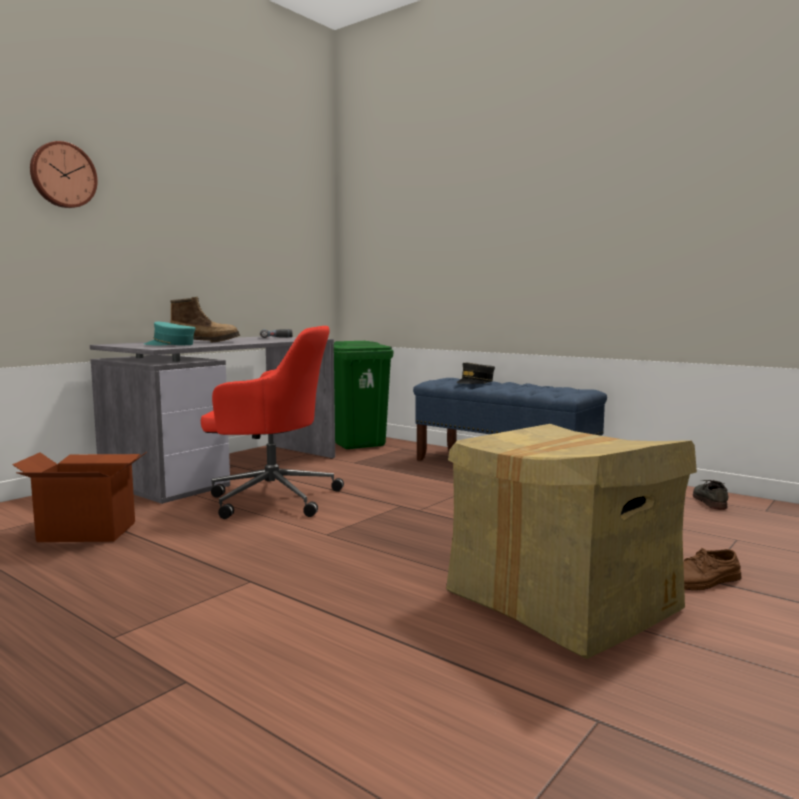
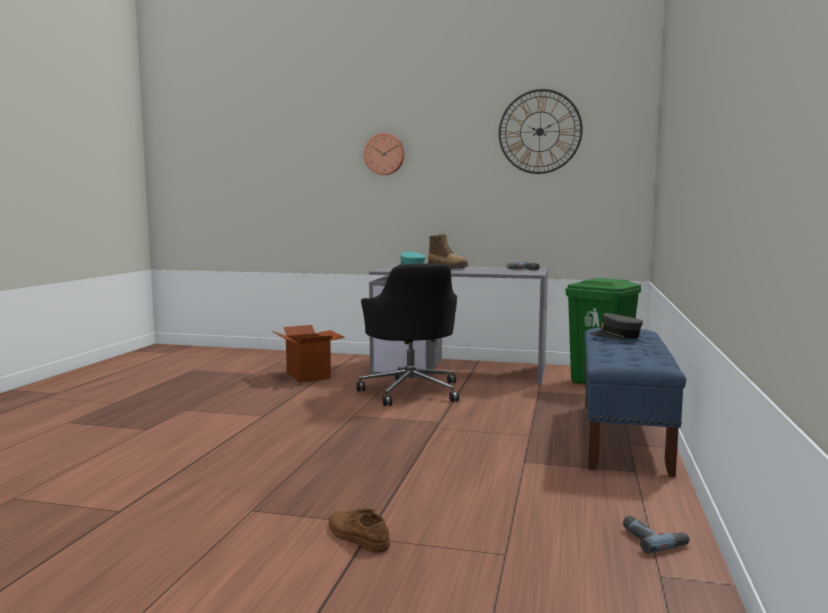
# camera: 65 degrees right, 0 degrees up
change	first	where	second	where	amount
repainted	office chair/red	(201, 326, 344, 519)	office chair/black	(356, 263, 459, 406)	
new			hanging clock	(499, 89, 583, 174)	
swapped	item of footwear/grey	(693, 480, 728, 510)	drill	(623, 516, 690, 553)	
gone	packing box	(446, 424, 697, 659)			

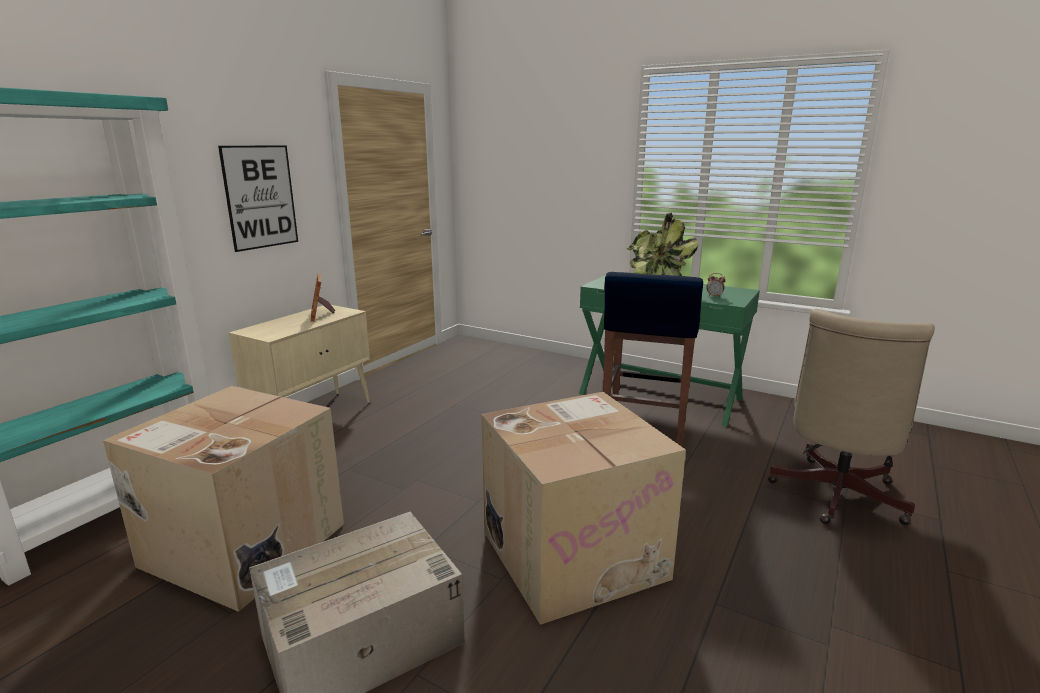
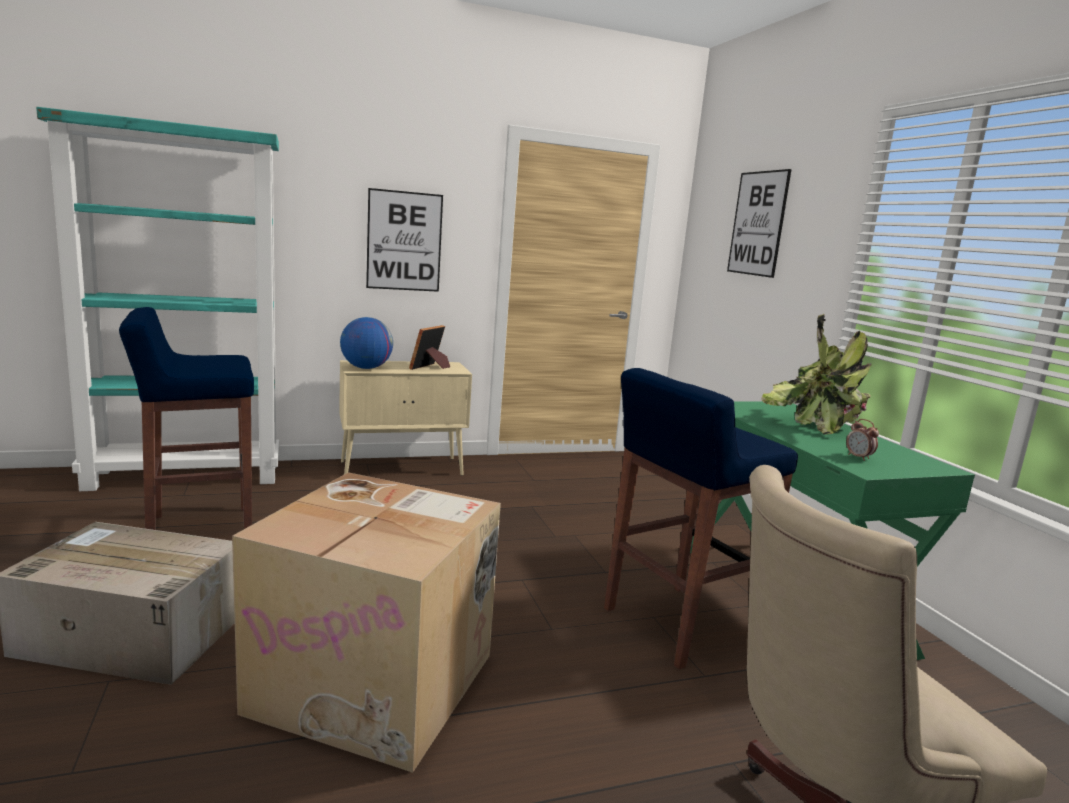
# camera: 40 degrees right, 5 degrees down
change	first	where	second	where	amount
swapped	packing box	(103, 386, 344, 612)	sitting stool/bluish	(119, 307, 254, 530)	
new			globe	(340, 317, 393, 369)	
new			picture	(727, 169, 792, 278)	

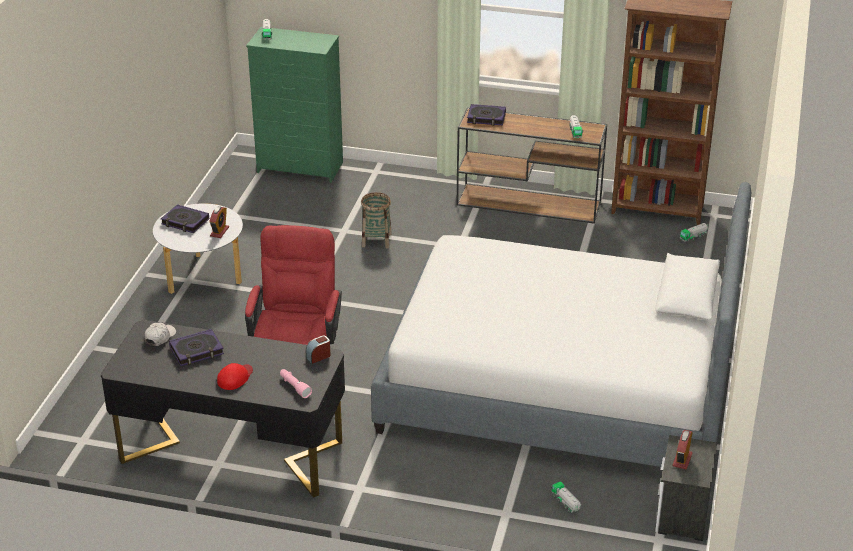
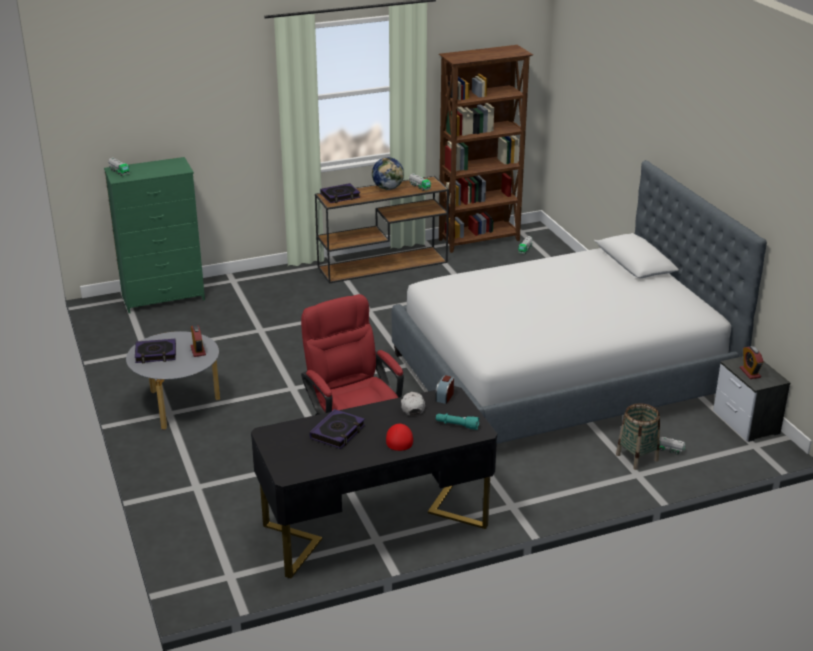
# camera: 35 degrees left, 5 degrees down
change	first	where	second	where	amount
new			globe	(372, 157, 404, 190)	
shifted	cap/white	(145, 323, 176, 346)		(401, 392, 425, 415)	
repainted	torch/pink	(280, 369, 312, 398)	torch/turquoise-coloured	(436, 413, 479, 430)	
shifted	storage basket	(361, 192, 392, 249)		(616, 403, 660, 470)	

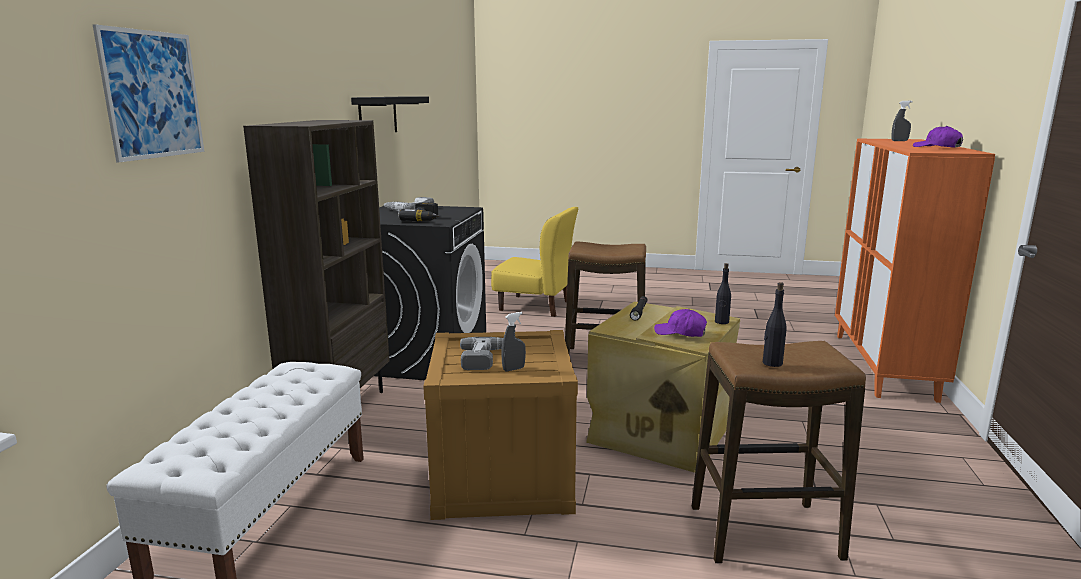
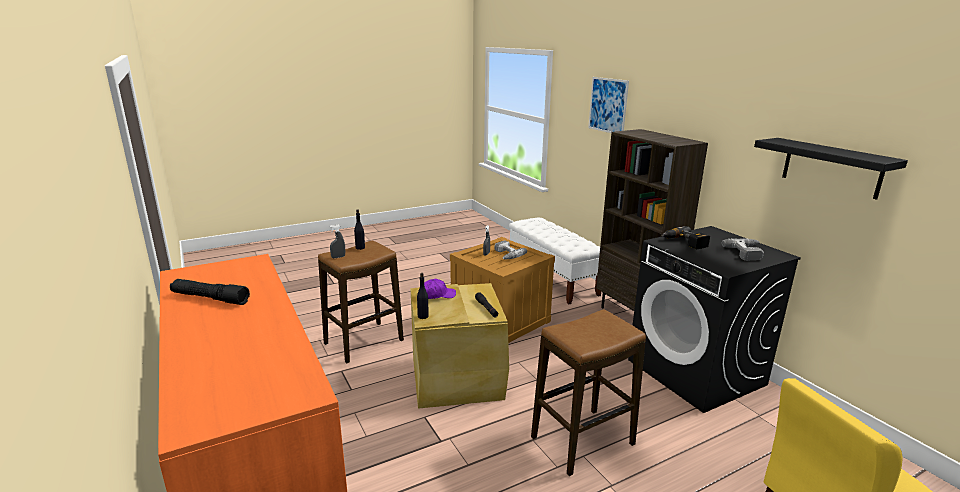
# camera: 140 degrees right, 5 degrees up
change	first	where	second	where	amount
swapped	cap/purple	(913, 126, 963, 147)	torch/black	(170, 279, 250, 305)	
shifted	sprayer/grey	(891, 101, 913, 141)		(330, 225, 345, 258)	

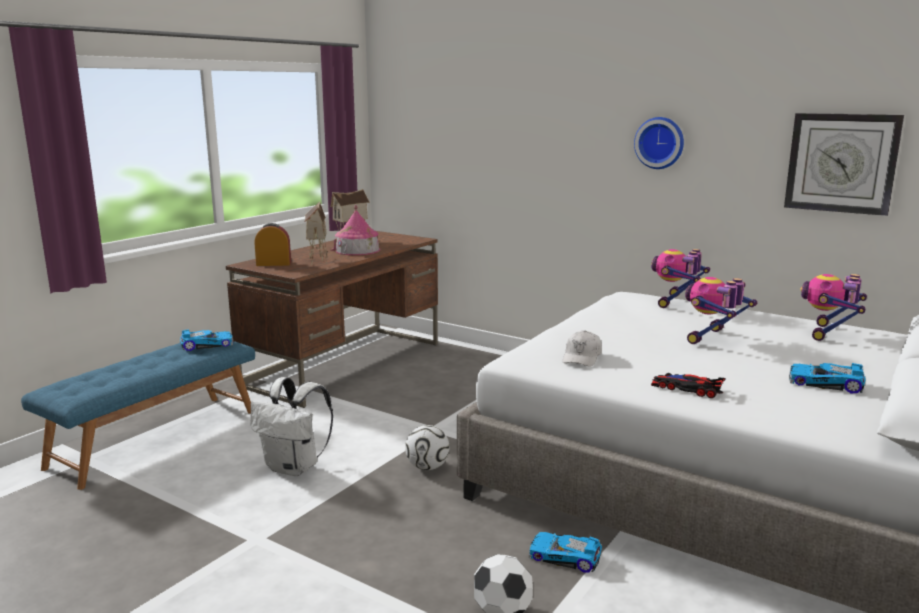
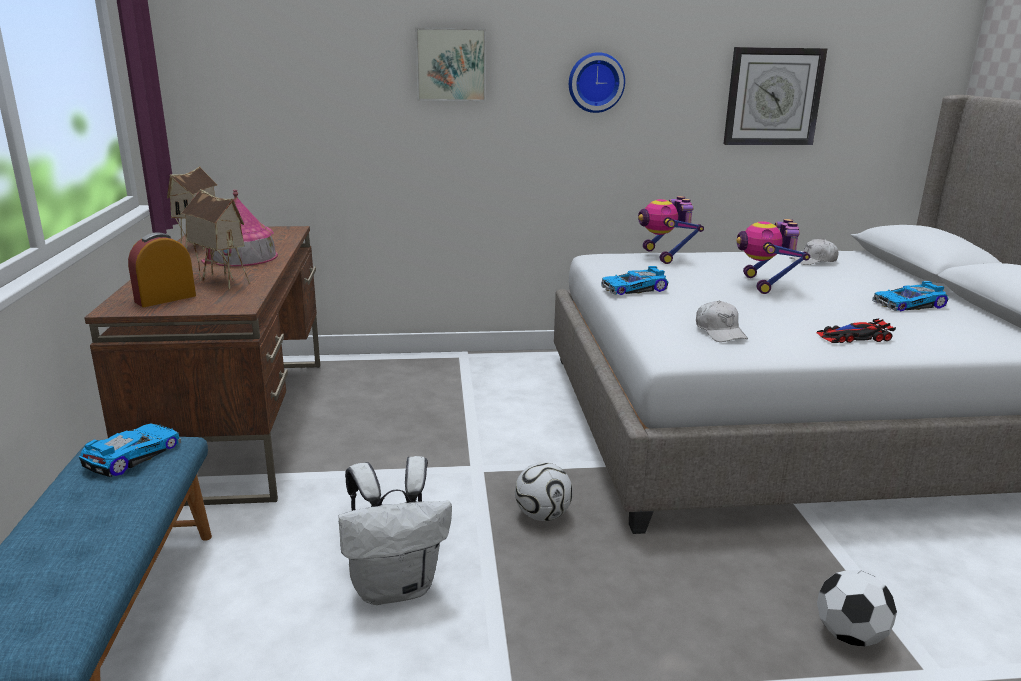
# camera: 40 degrees left, 5 degrees up
change	first	where	second	where	amount
new			picture	(415, 27, 486, 101)	
shifted	toy car	(529, 532, 602, 572)		(601, 266, 668, 295)	
swapped	toy robot	(800, 274, 867, 341)	cap/white	(790, 239, 839, 265)	

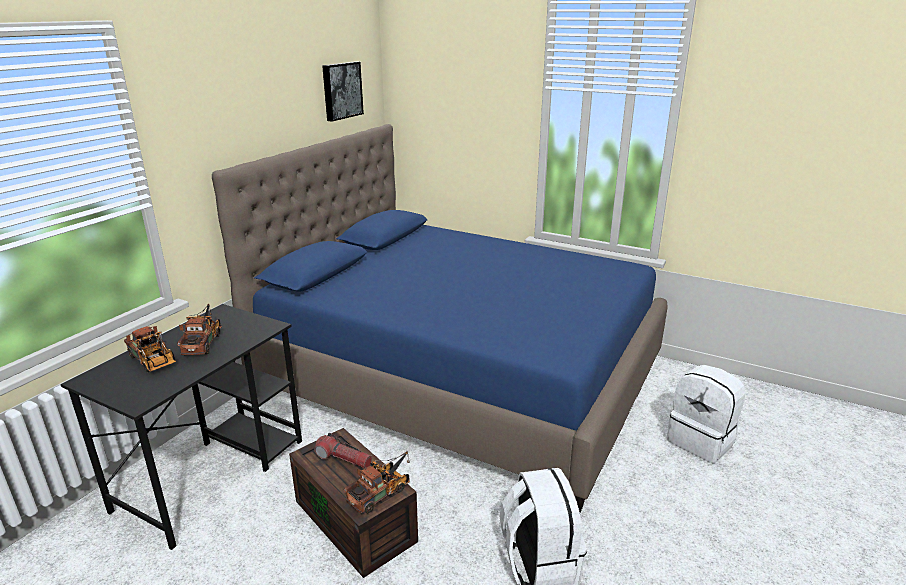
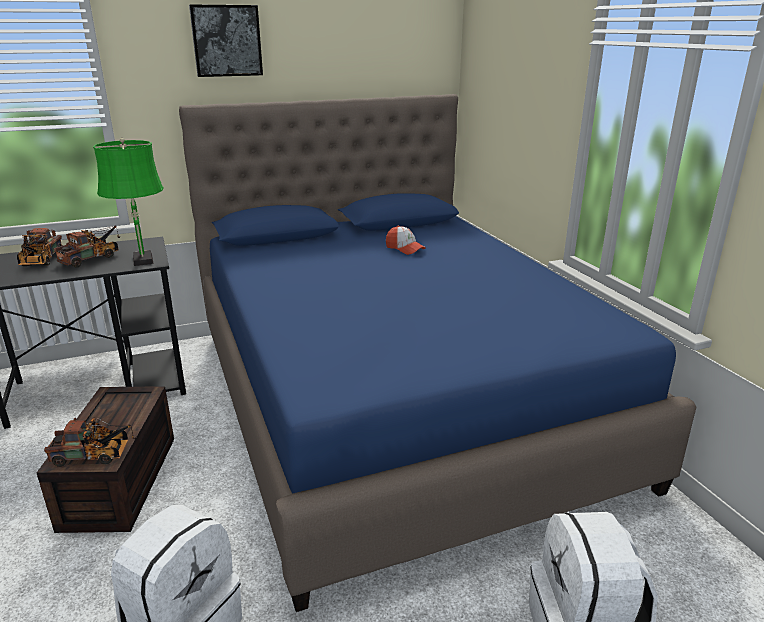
# camera: 40 degrees right, 0 degrees up
change	first	where	second	where	amount
new			tabletop lamp/greenish	(93, 138, 164, 266)	
shifted	picture	(322, 61, 364, 121)		(189, 4, 263, 77)	
new			cap	(386, 226, 426, 255)	
gone	torch	(314, 433, 372, 469)			

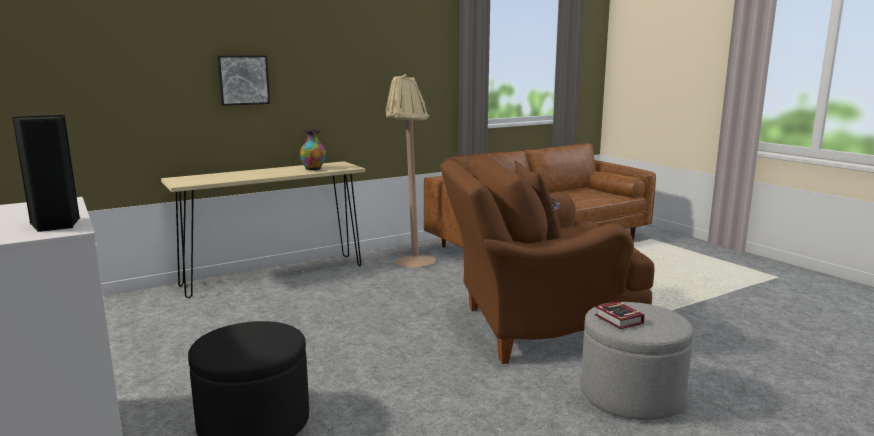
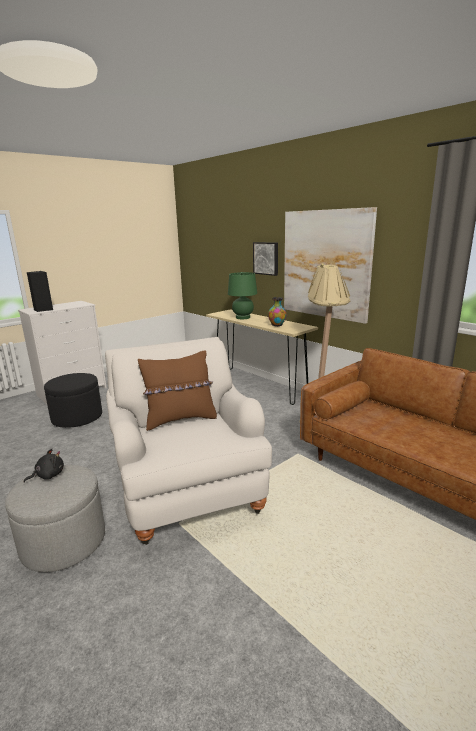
# camera: 80 degrees right, 5 degrees up
change	first	where	second	where	amount
swapped	bound book	(595, 301, 645, 329)	plush toy/black	(23, 449, 64, 483)	
repainted	easy chair/brownish	(440, 155, 654, 364)	easy chair/white	(105, 337, 272, 545)	
new			tabletop lamp/greenish	(228, 272, 257, 319)	
new			picture	(284, 207, 377, 324)	

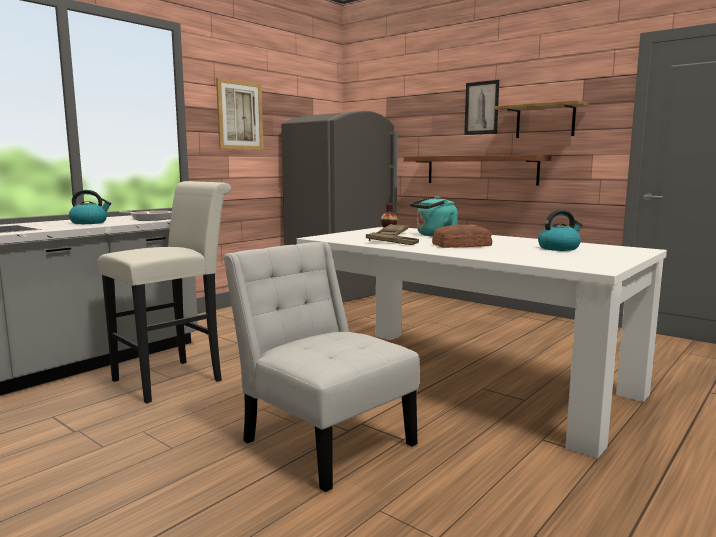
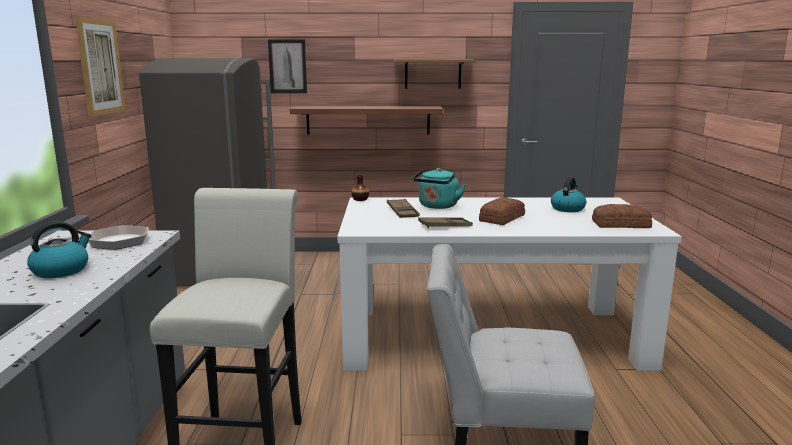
# camera: 40 degrees left, 5 degrees up
change	first	where	second	where	amount
shifted	picture	(464, 80, 499, 135)		(268, 39, 307, 93)	
new			baked bread	(592, 204, 652, 228)	

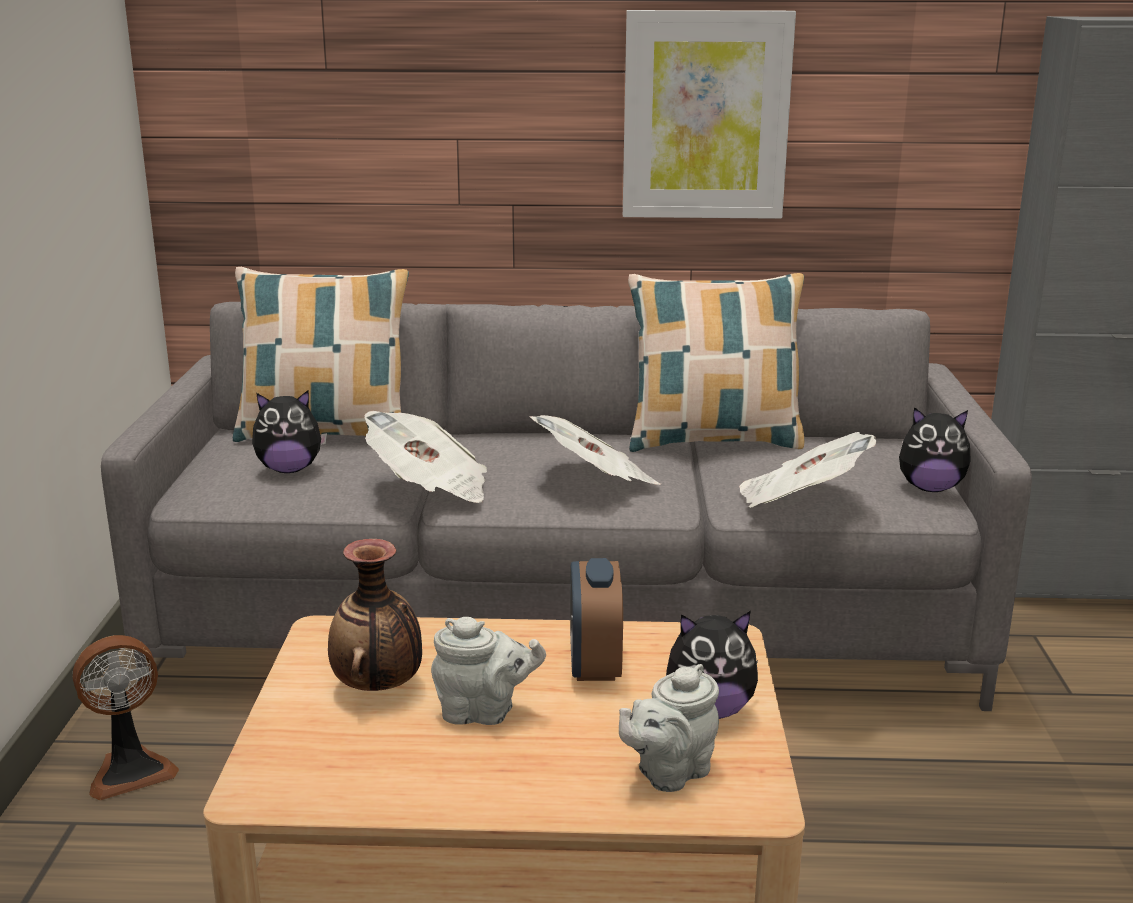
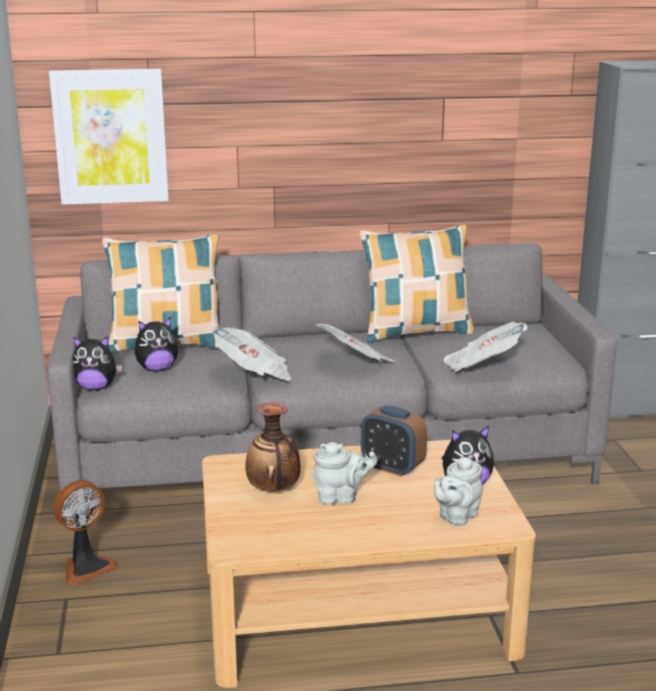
# camera: 10 degrees left, 0 degrees up
change	first	where	second	where	amount
shifted	picture	(623, 10, 796, 219)		(49, 68, 169, 205)	
shifted	plush toy	(899, 407, 970, 492)		(73, 337, 122, 391)	
rotated	bedside clock	(570, 558, 623, 681)		(361, 405, 427, 477)	45 degrees counterclockwise

